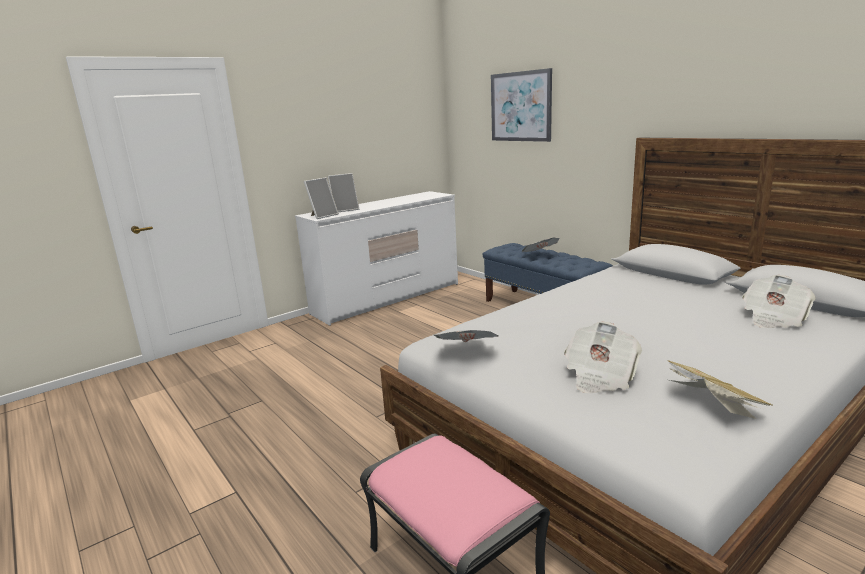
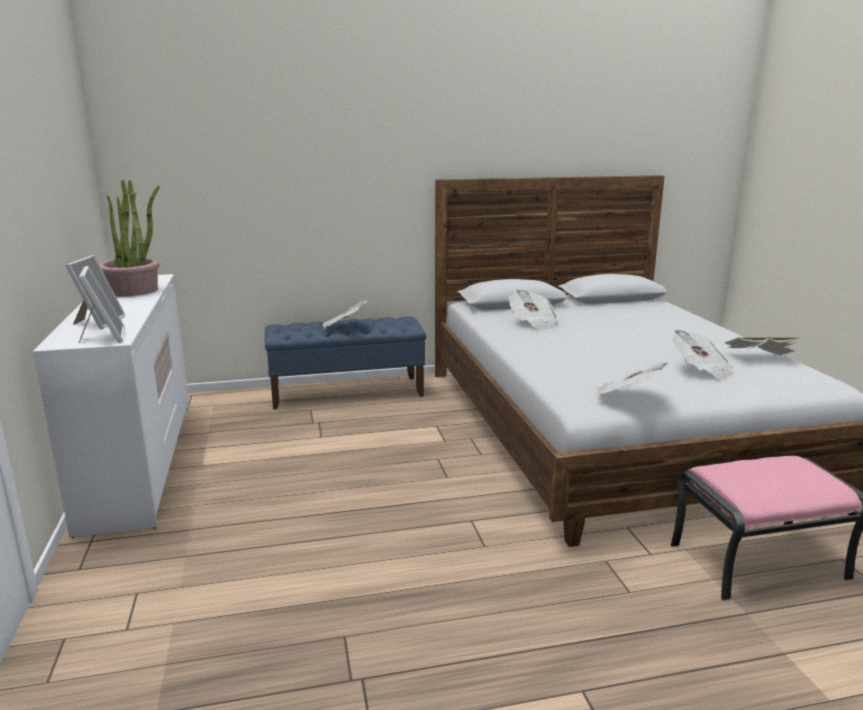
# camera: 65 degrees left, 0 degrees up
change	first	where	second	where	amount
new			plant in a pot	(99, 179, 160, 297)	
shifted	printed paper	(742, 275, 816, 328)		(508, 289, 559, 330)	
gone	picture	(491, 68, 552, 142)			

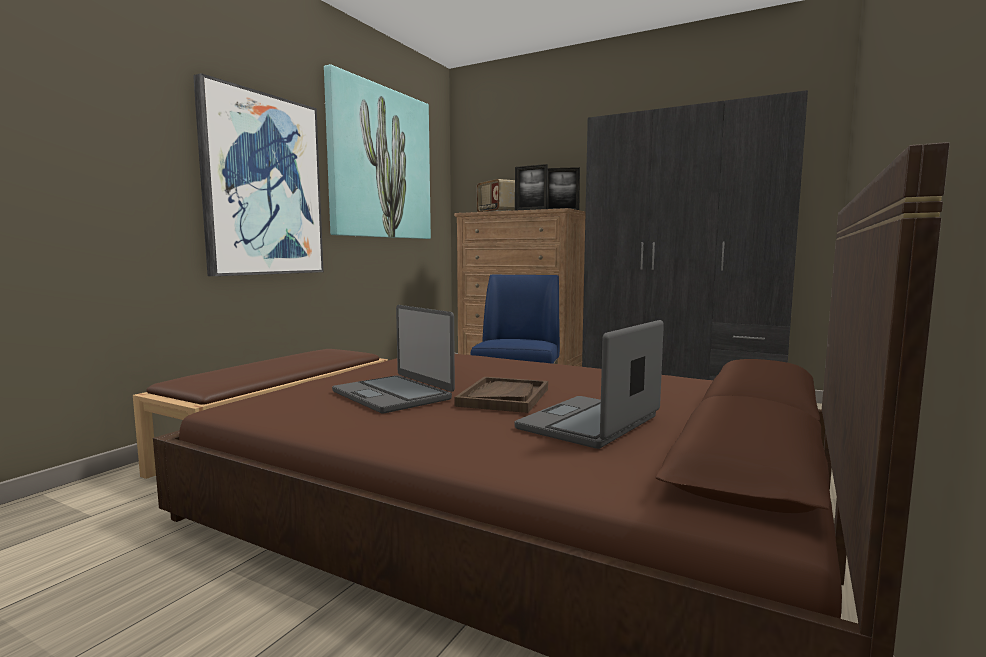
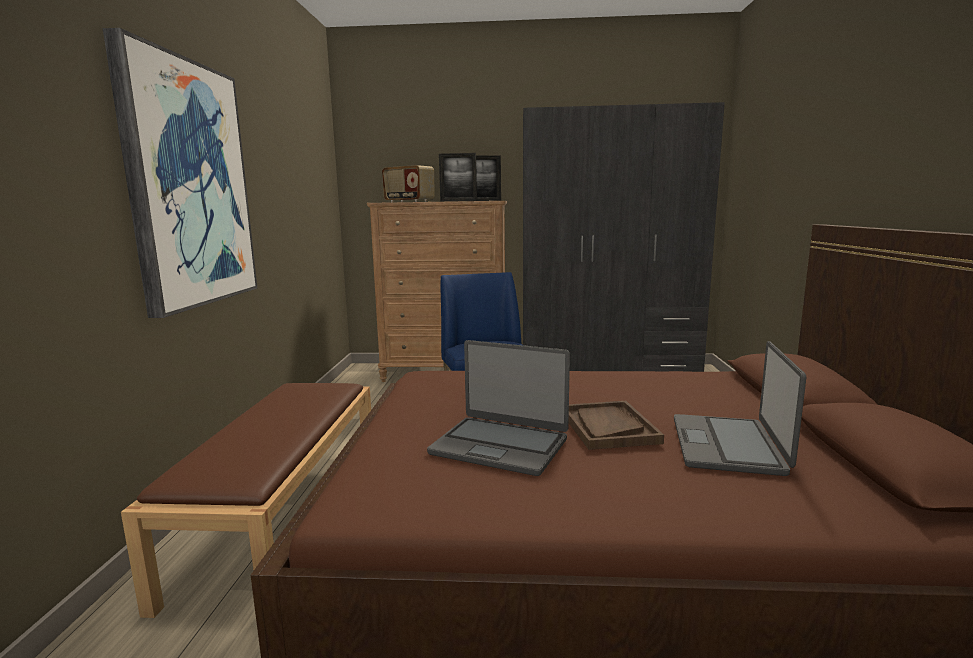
# camera: 25 degrees left, 5 degrees up
change	first	where	second	where	amount
gone	picture	(324, 64, 431, 239)			

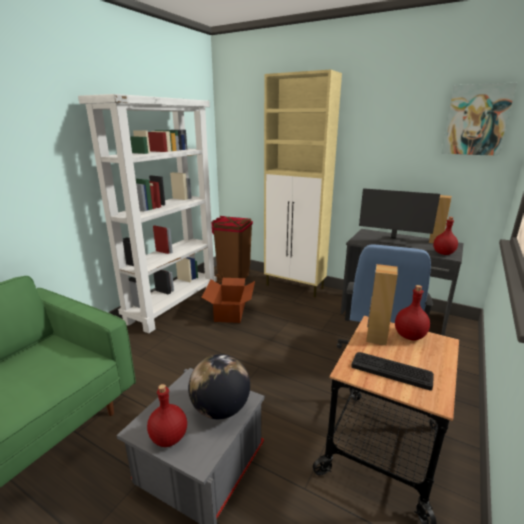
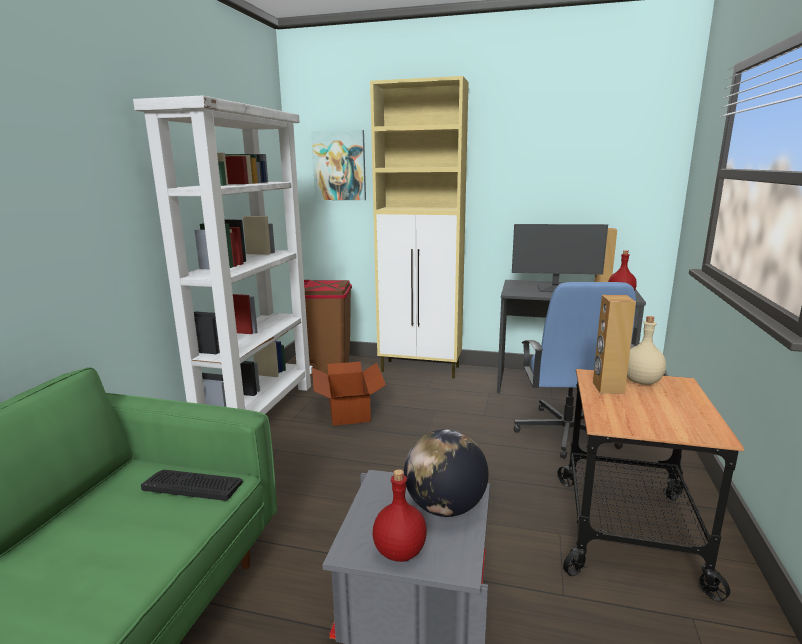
# camera: 15 degrees left, 5 degrees down
change	first	where	second	where	amount
shifted	keyboard	(351, 352, 434, 391)		(141, 470, 243, 501)	
shifted	picture	(441, 83, 517, 156)		(311, 130, 366, 200)	
repainted	drink bottle/red	(395, 285, 430, 340)	drink bottle/beige-coloured	(627, 316, 666, 385)	

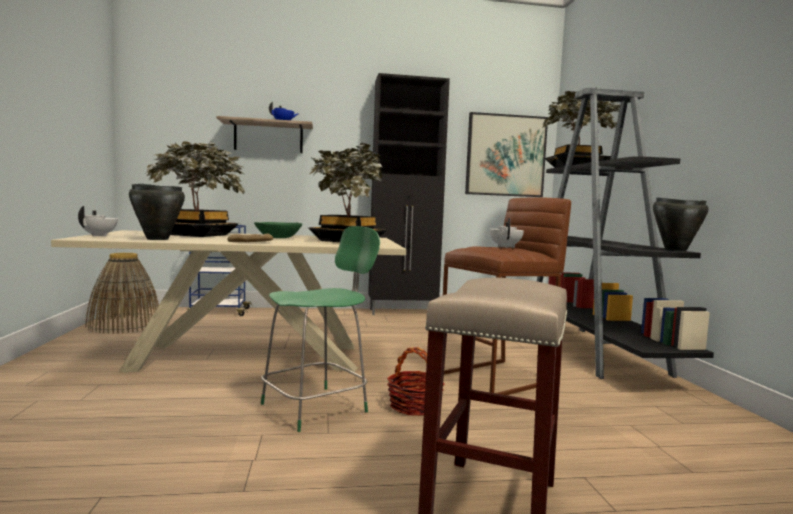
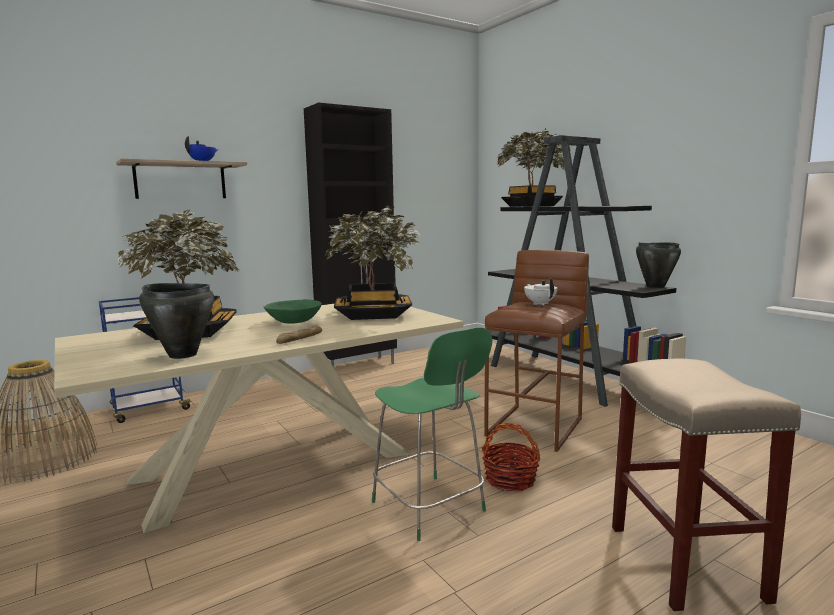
# camera: 25 degrees left, 5 degrees up
change	first	where	second	where	amount
rotated	plain chair/greenish	(261, 226, 380, 432)		(372, 327, 492, 541)	120 degrees clockwise
gone	pot for tea/white	(78, 206, 119, 236)			
gone	picture	(465, 112, 548, 197)			

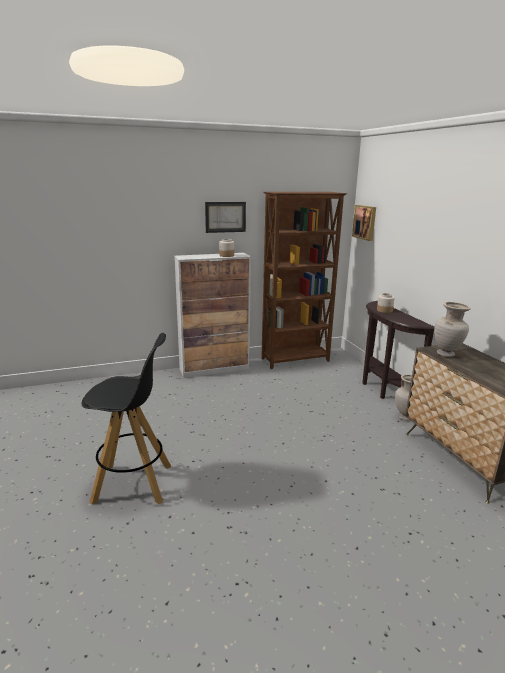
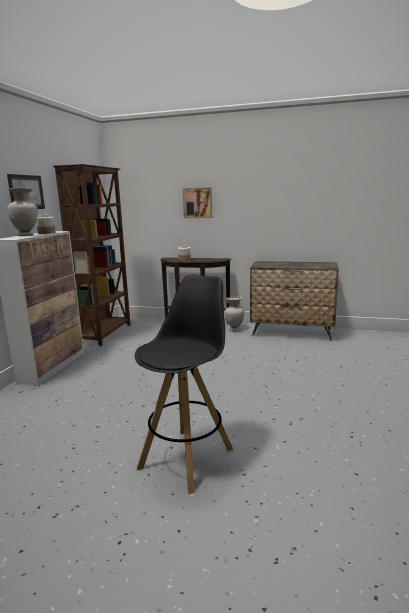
# camera: 55 degrees left, 5 degrees down
change	first	where	second	where	amount
shifted	vase/beige-coloured	(434, 302, 471, 357)		(7, 188, 38, 236)	
shifted	picture	(352, 205, 376, 241)		(183, 188, 212, 218)	

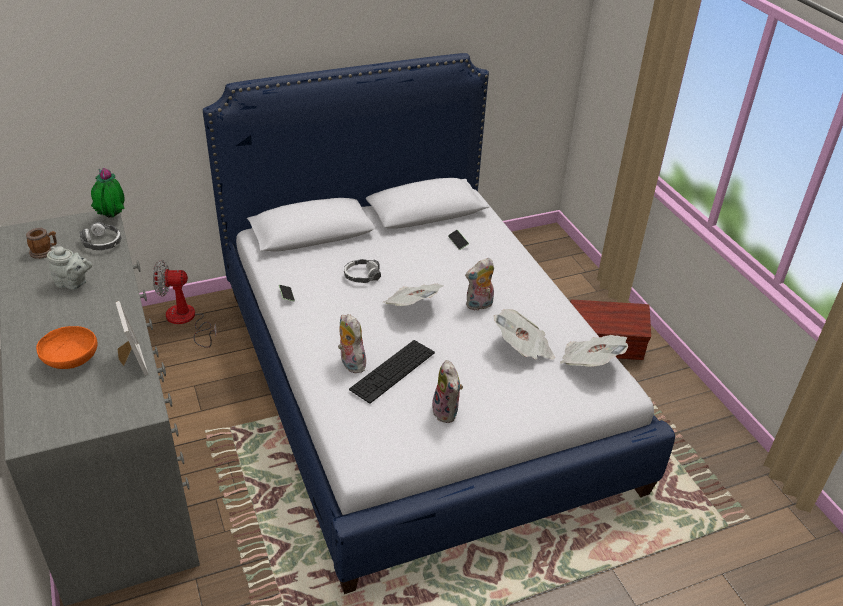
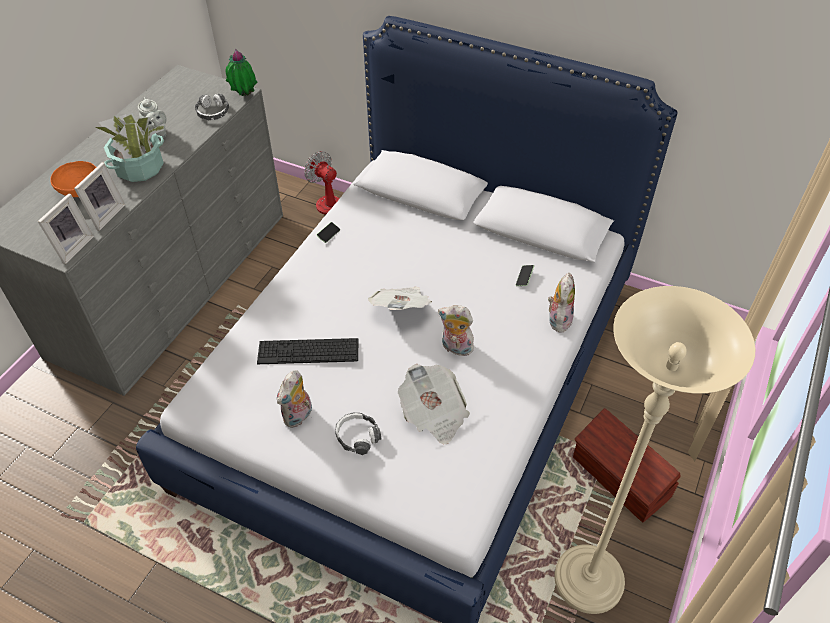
# camera: 50 degrees right, 10 degrees up
change	first	where	second	where	amount
new			picture frame	(38, 193, 94, 264)	
new			plant in a pot	(95, 113, 165, 182)	
shifted	headset	(344, 259, 381, 283)		(335, 413, 381, 455)	
shifted	plush toy	(338, 314, 366, 373)		(548, 273, 575, 333)	
new			standing lamp/beige-coloured	(554, 286, 756, 614)	
gone	coffee mug	(26, 228, 57, 259)			
gone	printed paper	(560, 335, 628, 367)			

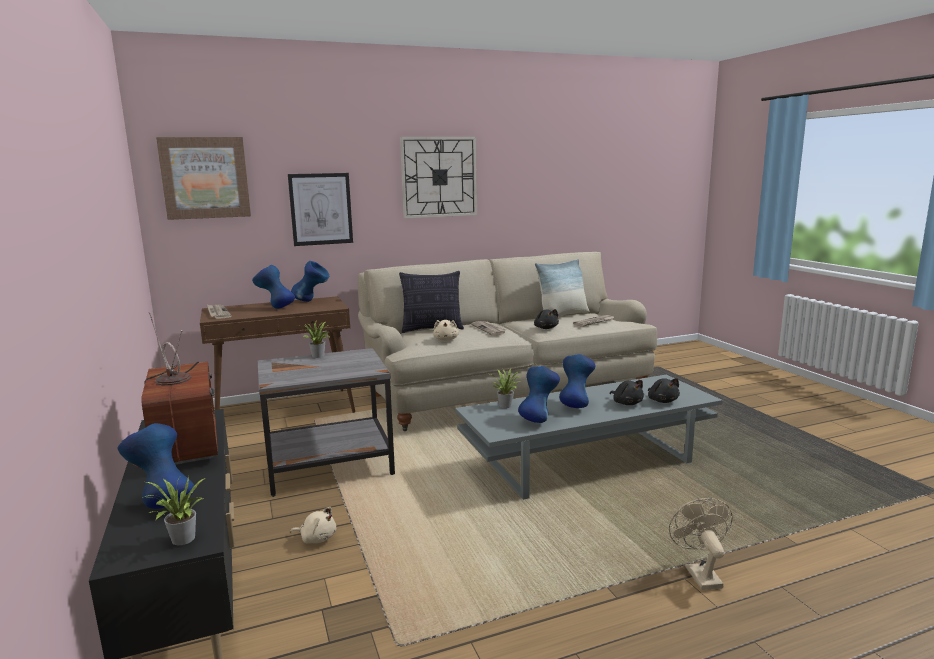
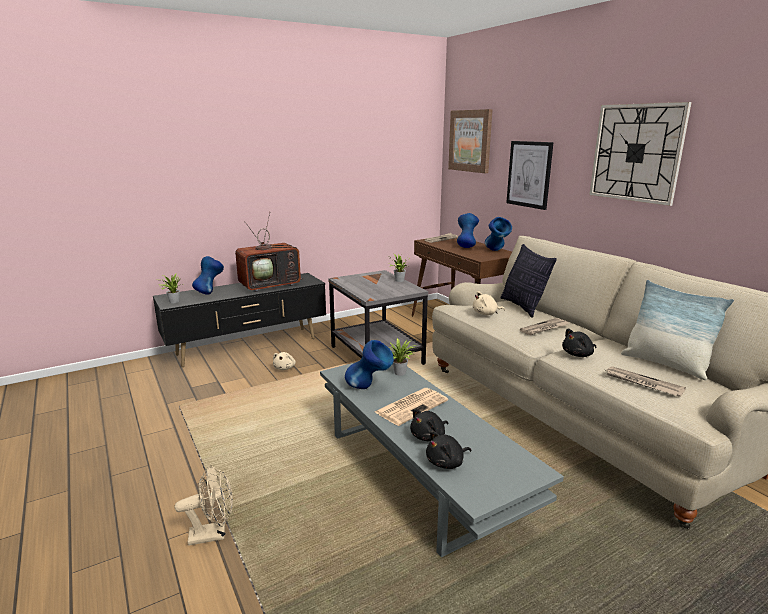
# camera: 80 degrees right, 5 degrees up
change	first	where	second	where	amount
swapped	vase/bluish	(559, 354, 595, 408)	printed paper	(375, 388, 448, 426)	

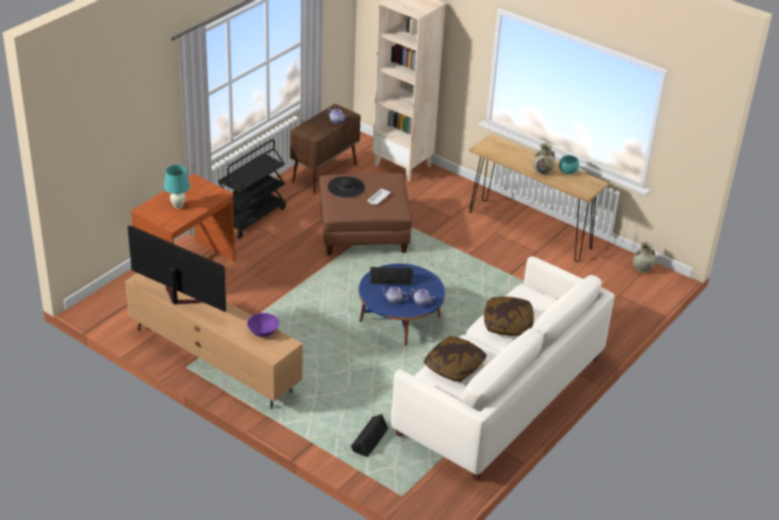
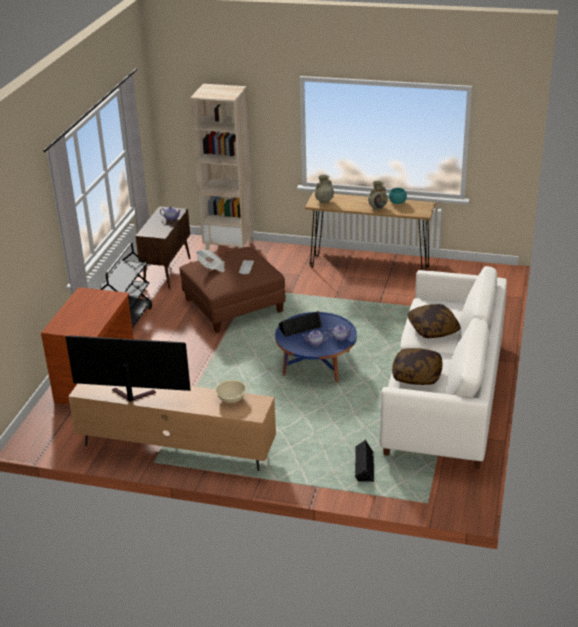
# camera: 20 degrees left, 5 degrees down
change	first	where	second	where	amount
swapped	clothing hat/black	(328, 176, 365, 197)	printed paper	(196, 250, 225, 272)	
repainted	serving bowl/purple	(247, 313, 279, 337)	serving bowl/beige-coloured	(215, 380, 247, 403)	
shifted	vase/beige-coloured	(633, 242, 655, 273)		(315, 175, 334, 204)	
gone	tabletop lamp/turquoise-coloured	(164, 165, 190, 209)			

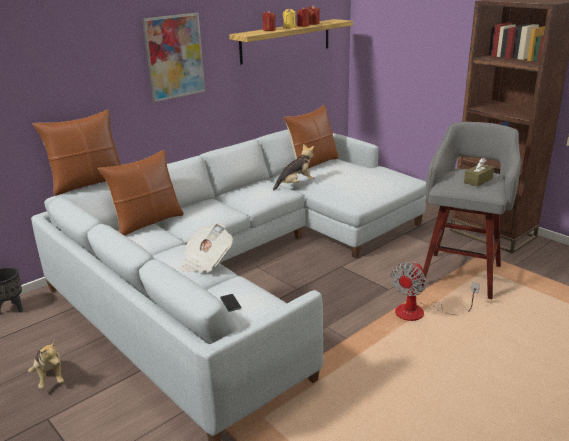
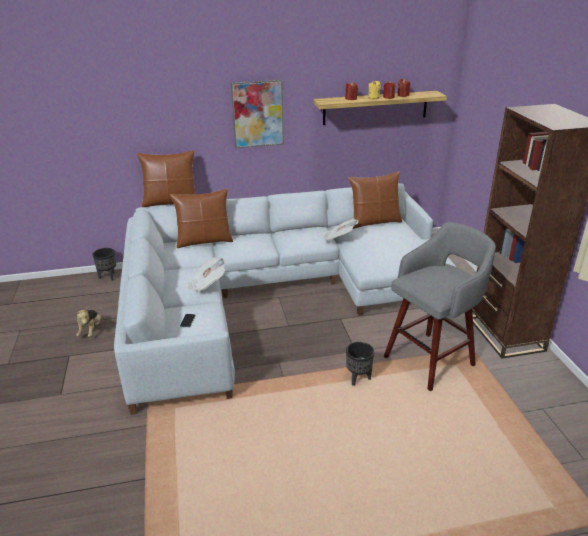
# camera: 30 degrees right, 5 degrees up
change	first	where	second	where	amount
swapped	plush toy	(273, 144, 314, 191)	printed paper	(323, 219, 358, 241)	
swapped	electric fan	(390, 262, 480, 321)	plant pot/black	(346, 342, 374, 386)	
gone	tissue box/brownish	(464, 158, 494, 187)			

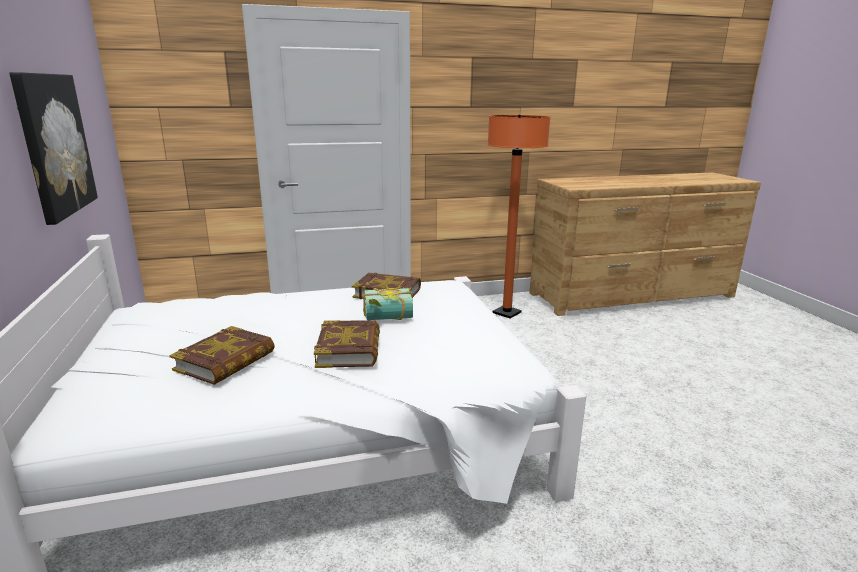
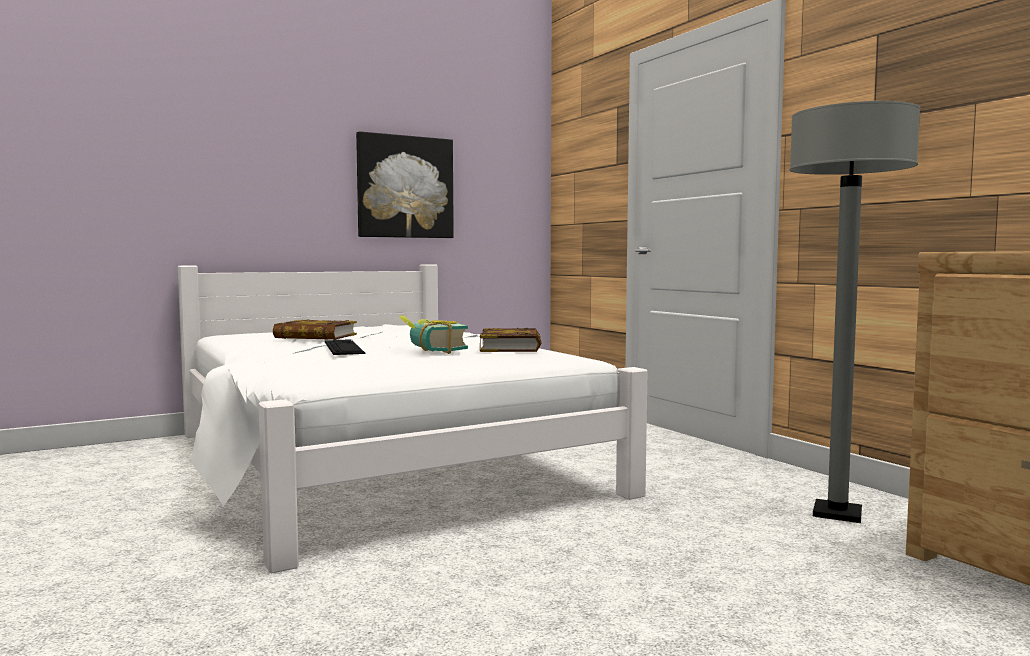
# camera: 75 degrees right, 15 degrees down
change	first	where	second	where	amount
swapped	bound book	(314, 320, 380, 368)	keyboard	(325, 340, 365, 355)	
repainted	standing lamp/orange-coloured	(487, 115, 550, 318)	standing lamp/grey	(789, 101, 920, 523)	

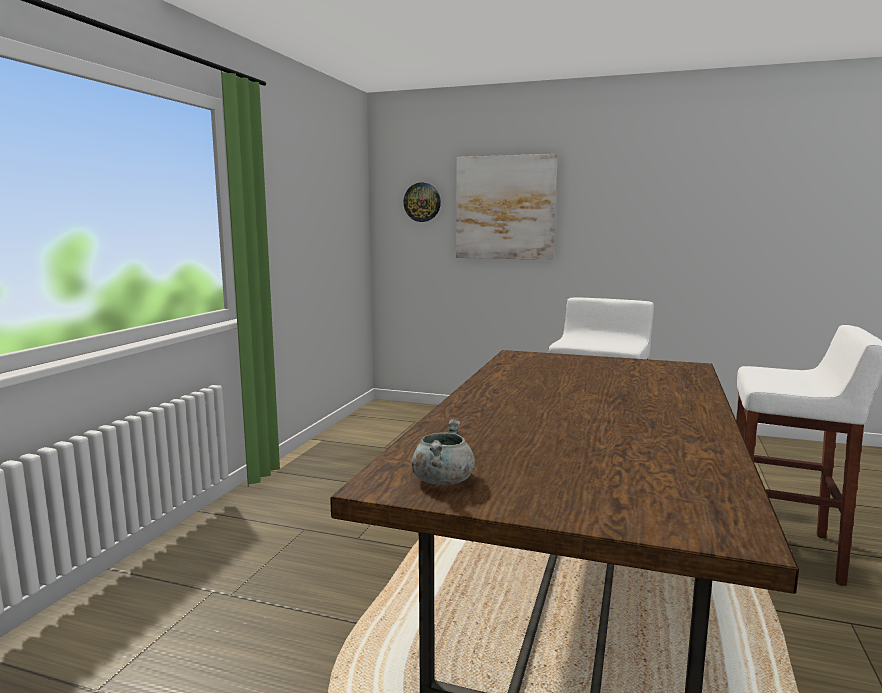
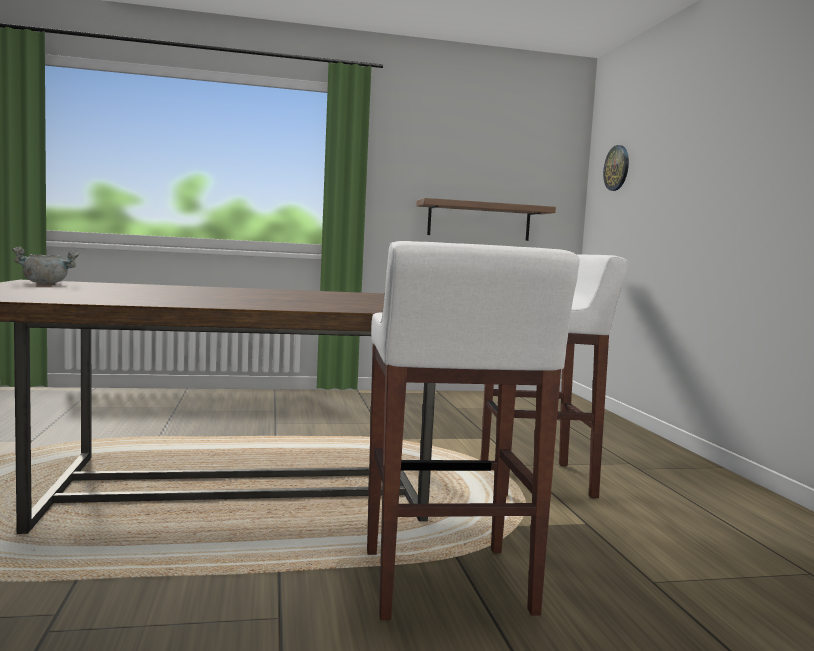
# camera: 60 degrees right, 5 degrees down
change	first	where	second	where	amount
new			wall shelf	(416, 198, 556, 241)	
gone	picture	(456, 154, 558, 260)			

